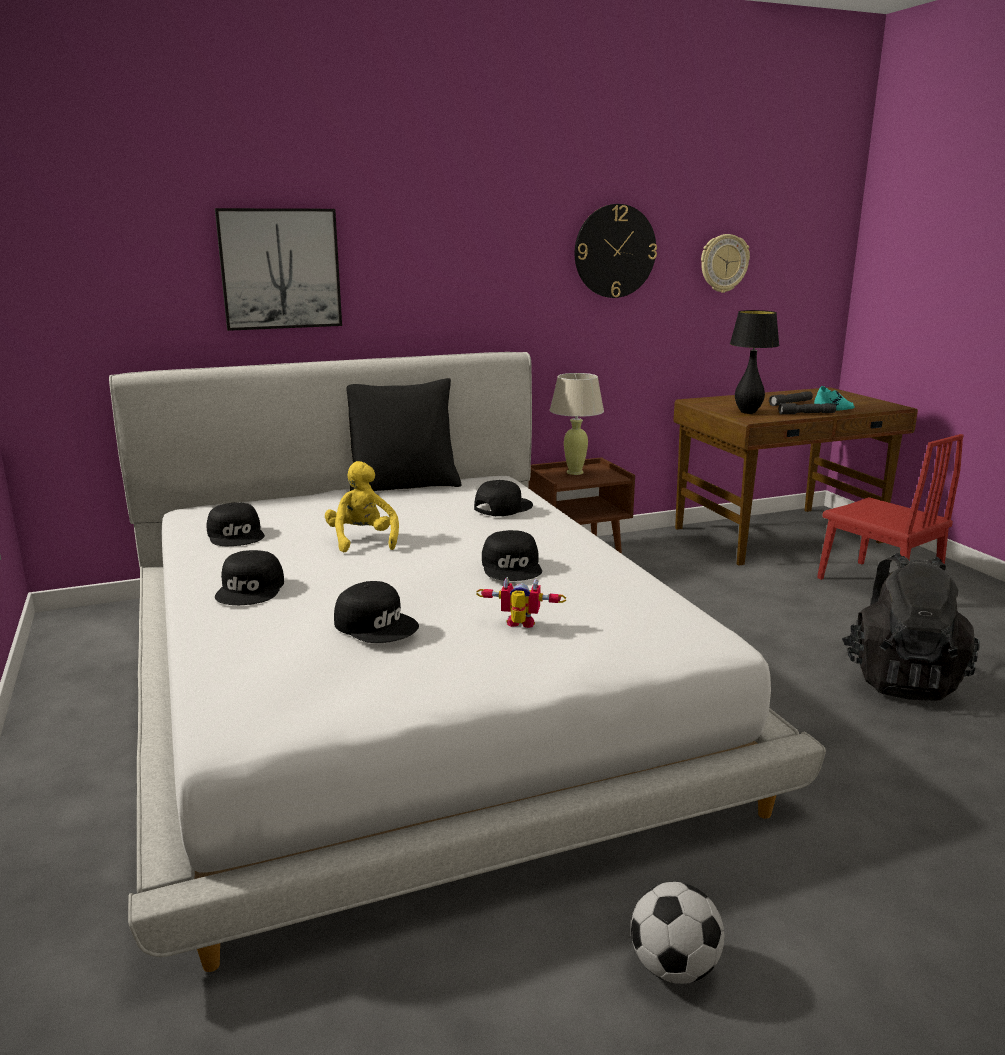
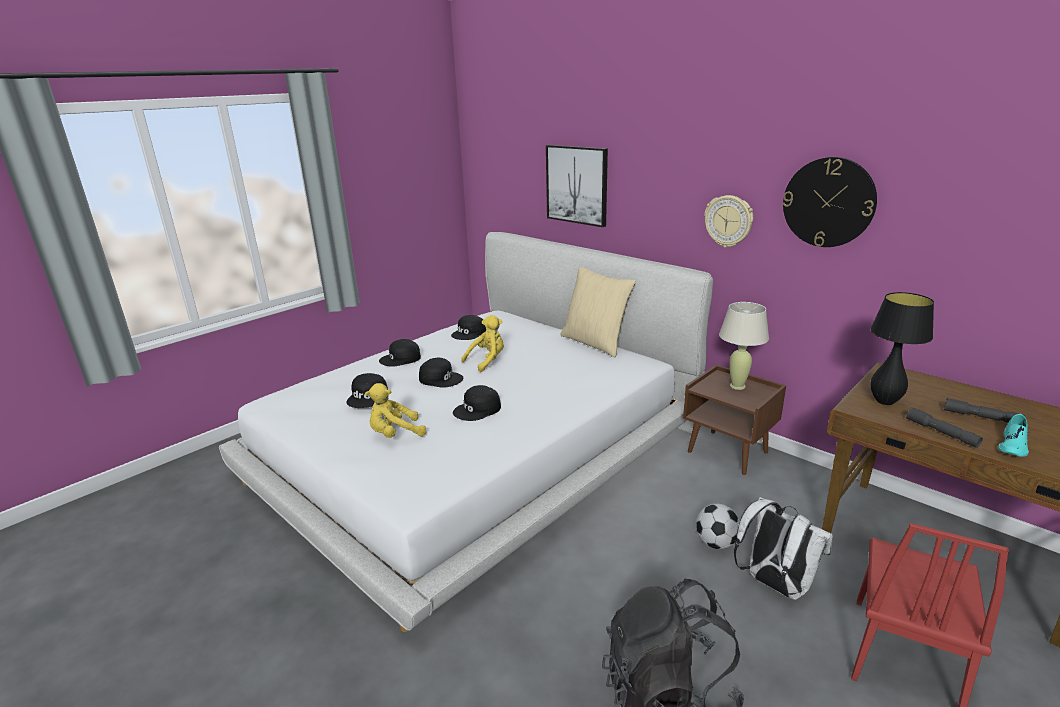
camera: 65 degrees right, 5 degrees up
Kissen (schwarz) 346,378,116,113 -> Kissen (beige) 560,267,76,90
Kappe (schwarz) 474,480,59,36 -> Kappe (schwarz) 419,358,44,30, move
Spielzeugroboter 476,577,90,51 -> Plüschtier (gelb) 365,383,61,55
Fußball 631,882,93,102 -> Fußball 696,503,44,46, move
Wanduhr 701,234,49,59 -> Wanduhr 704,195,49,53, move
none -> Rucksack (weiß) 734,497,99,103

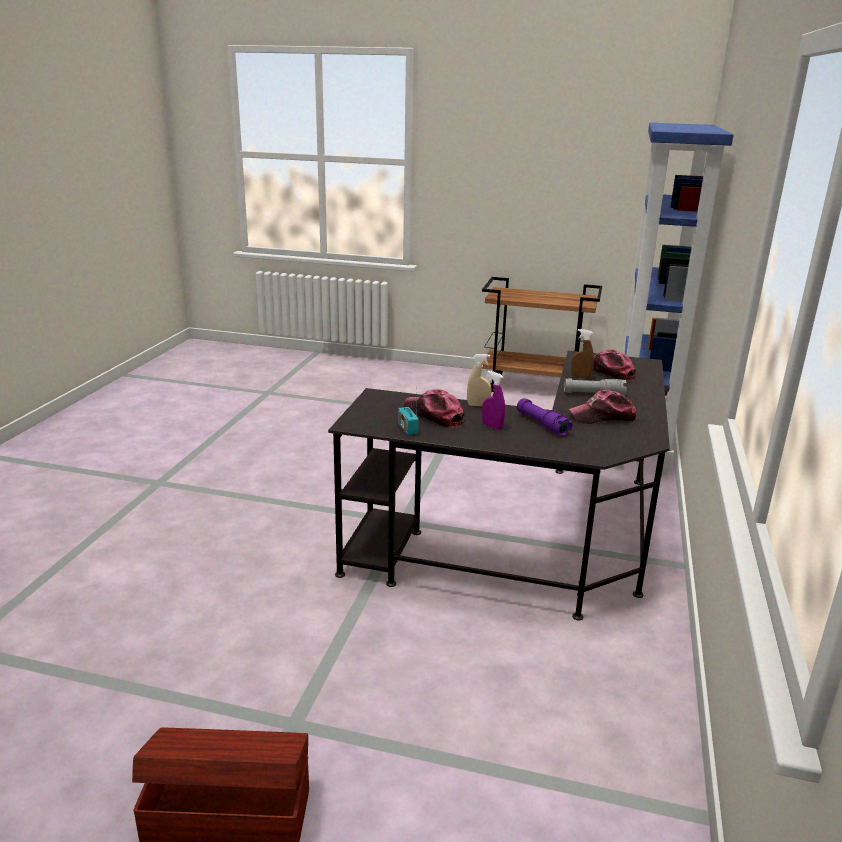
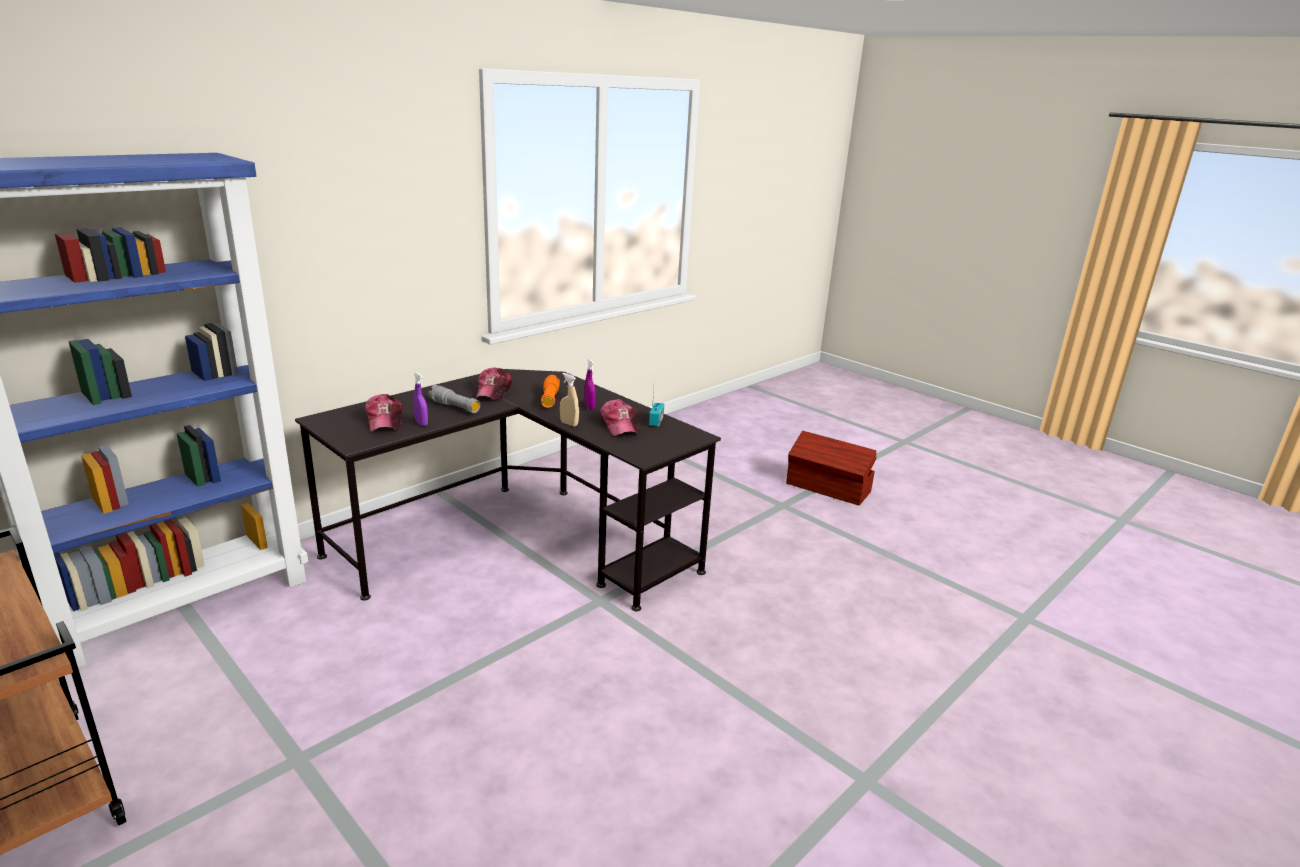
camera: 150 degrees left, 0 degrees up
Taschenlampe (lila) 517,398,55,38 -> Taschenlampe (orange) 541,375,19,33
Kappe 569,390,68,34 -> Kappe 476,367,36,34, 75 degrees clockwise
Sprühflasche (braun) 571,329,23,50 -> Sprühflasche (lila) 413,372,15,54

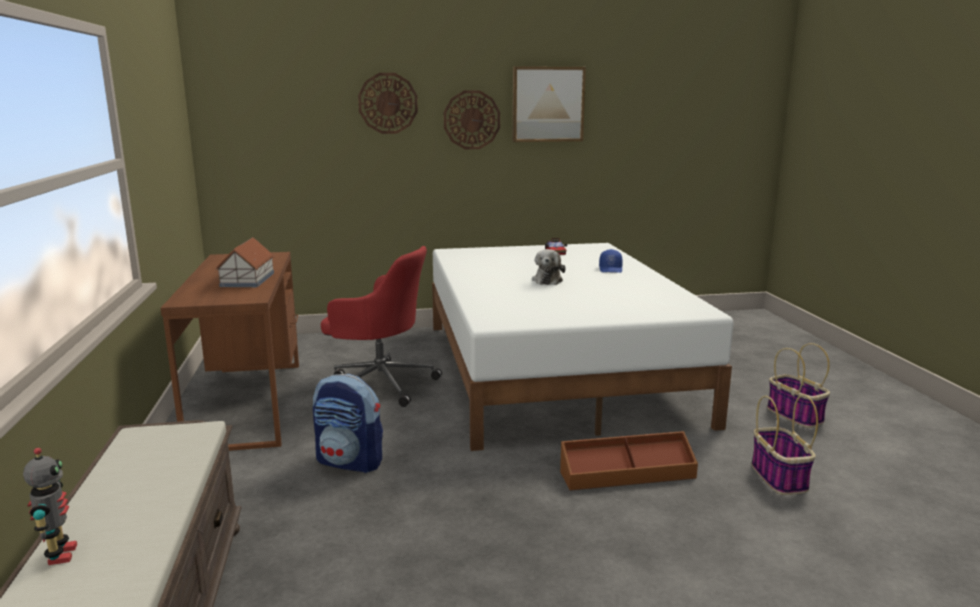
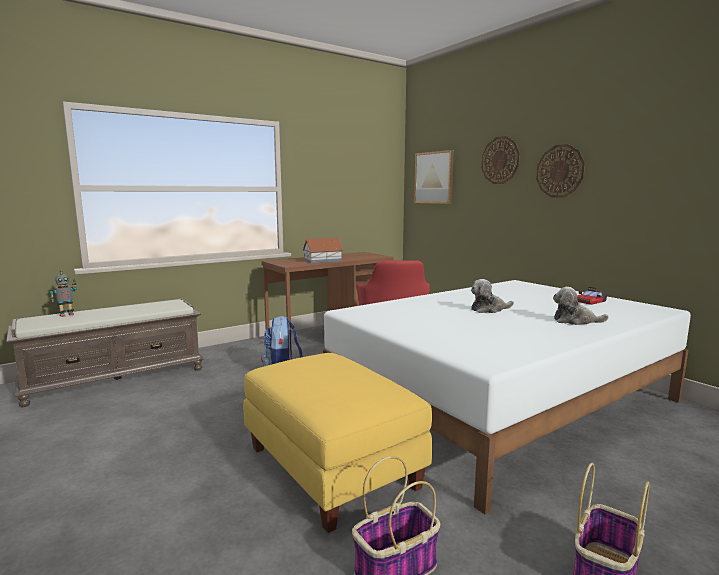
camera: 65 degrees right, 5 degrees down
Bild 513,66,73,76 -> Bild 414,150,40,54, move
Aufbewahrungsbox (braun) 560,431,138,60 -> Polsterhocker (gelb) 243,353,189,180
Kappe (blau) 599,249,24,24 -> Plüschtier 553,287,56,38

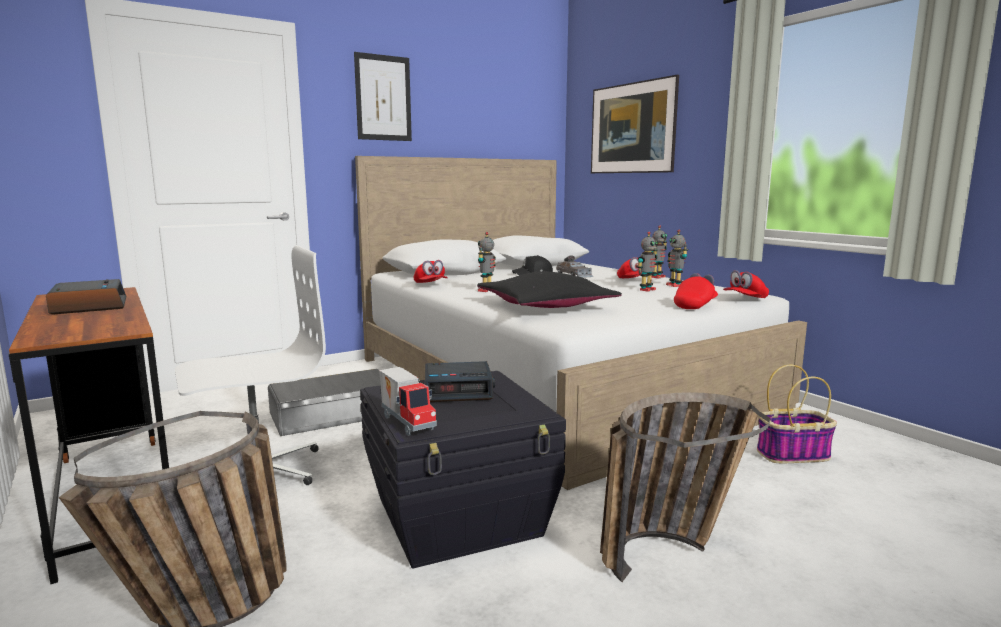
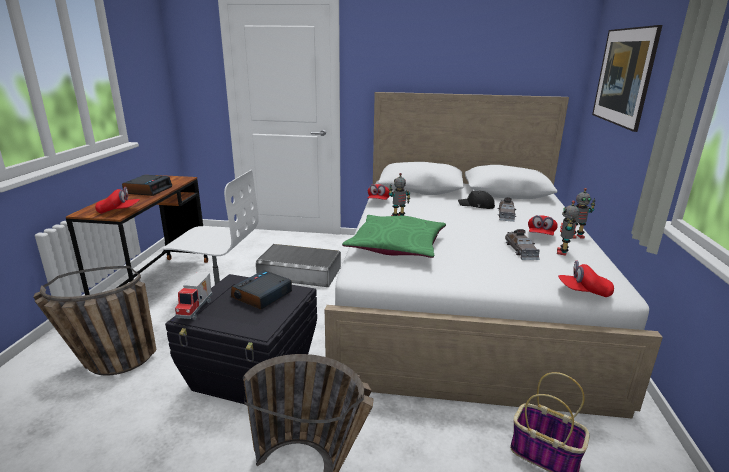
camera: 40 degrees right, 10 degrees up
Bild 354,52,58,89 -> none
Wecker 425,361,70,41 -> Wecker 231,270,61,39, 90 degrees clockwise
Kissen (schwarz) 477,272,145,36 -> Kissen (grün) 342,215,104,43
Spielzeugroboter 637,232,21,60 -> Spielzeugauto (grau) 505,229,35,31
Kappe (rot) 674,273,44,36 -> Kappe (rot) 95,187,45,27, move

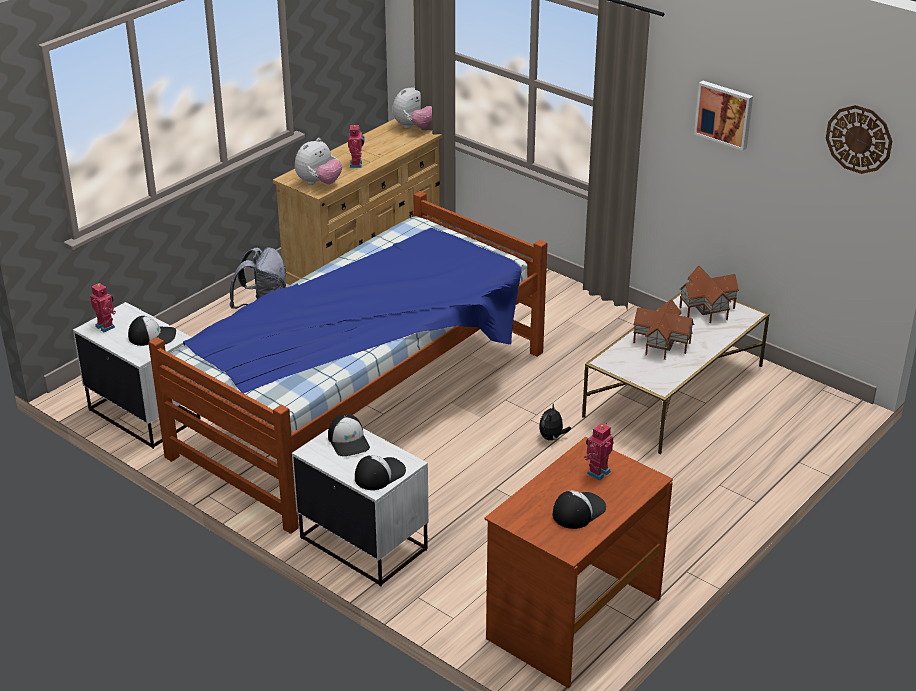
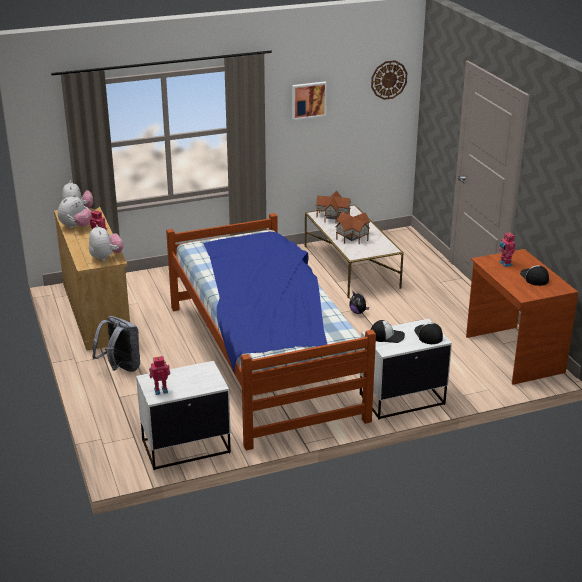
camera: 60 degrees left, 5 degrees down
Kappe 128,316,48,30 -> none
none -> Plüschtier 58,194,34,35

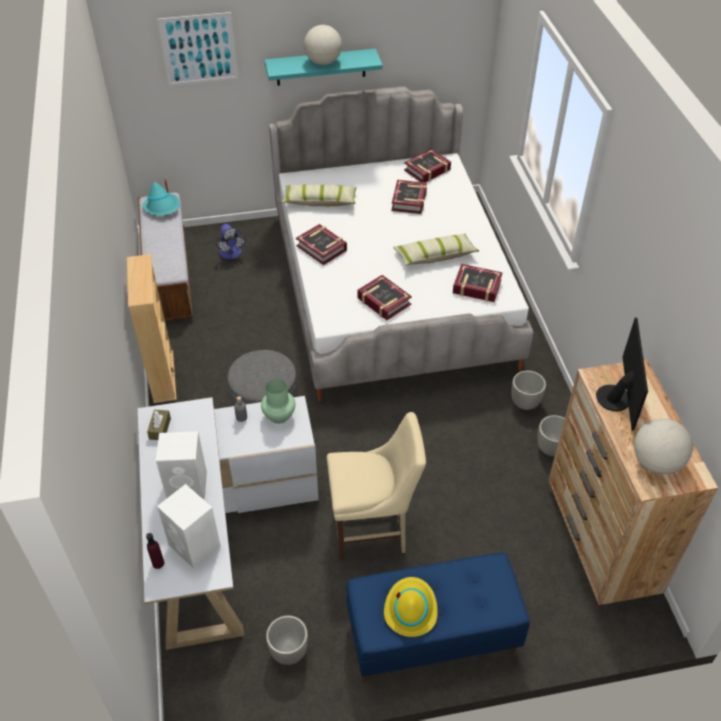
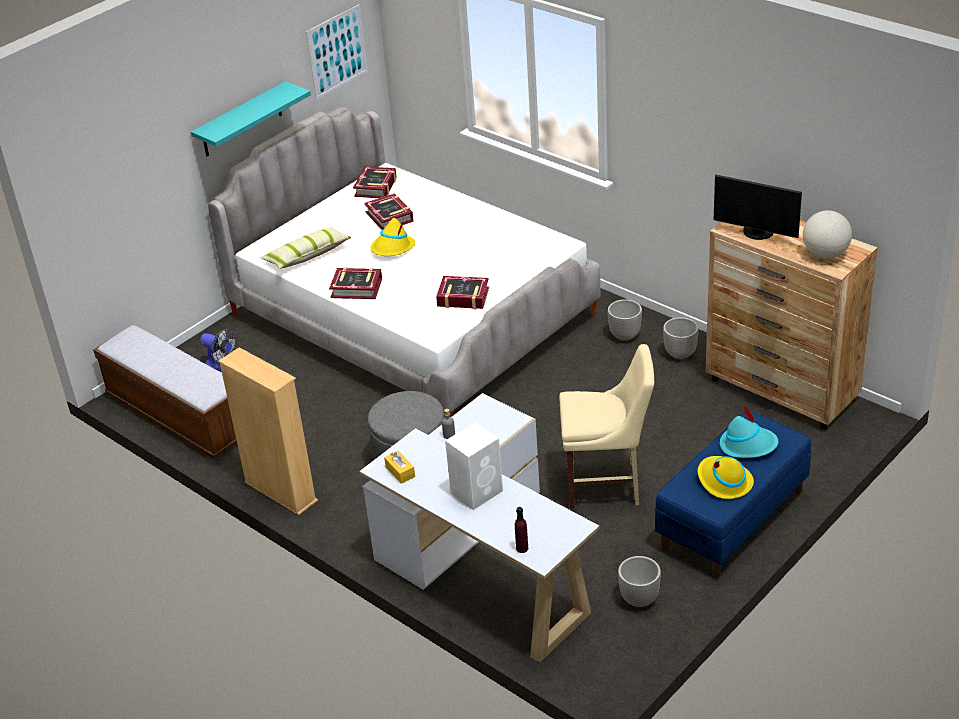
camera: 35 degrees left, 10 degrees down
Hut (türkis) 142,179,38,37 -> Hut (türkis) 720,405,58,53, move
Taschentuchbox (braun) 147,410,24,30 -> Taschentuchbox (gelb) 384,451,31,33
Bild 157,12,81,74 -> Bild 306,5,62,95, move
Lautsprecher (weiß) 157,484,64,85 -> none
Vase (grün) 261,379,34,45 -> none
Globus 304,25,38,40 -> none
Stuhl (beige) 327,412,99,148 -> Stuhl (beige) 559,344,95,165, 45 degrees clockwise
Kissen 393,234,86,32 -> none
Buch 453,264,50,38 -> none
Monitor 596,317,52,114 -> Monitor 714,174,88,66, 150 degrees clockwise
none -> Hut (gelb) 371,218,44,38

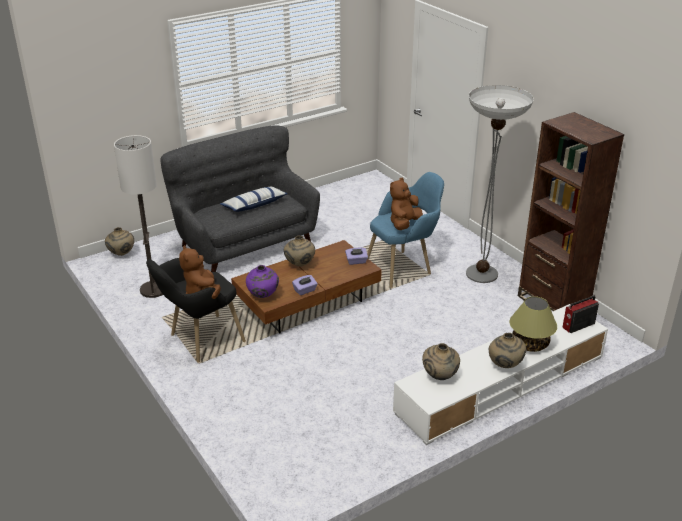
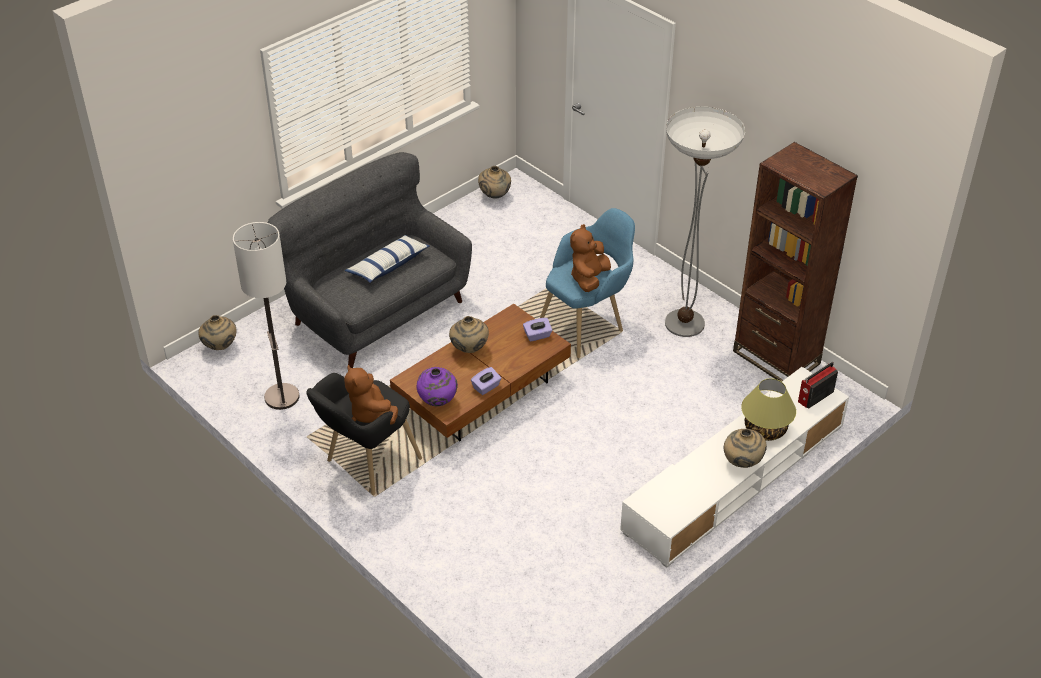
camera: 10 degrees left, 10 degrees up
Vase (beige) 422,343,38,37 -> Vase (beige) 478,166,33,33, move

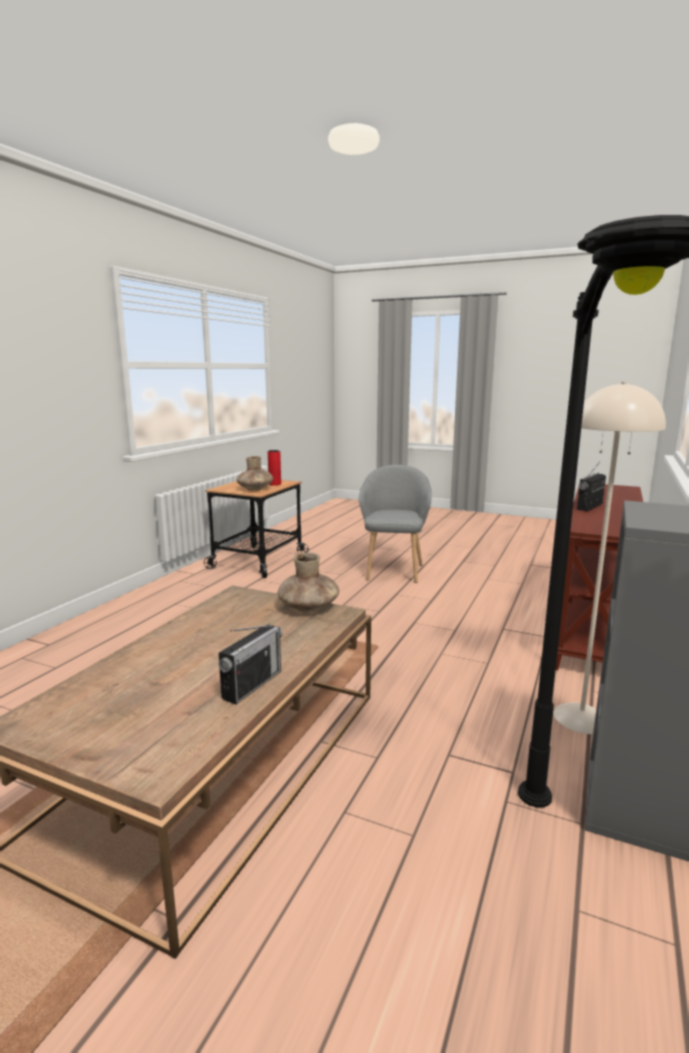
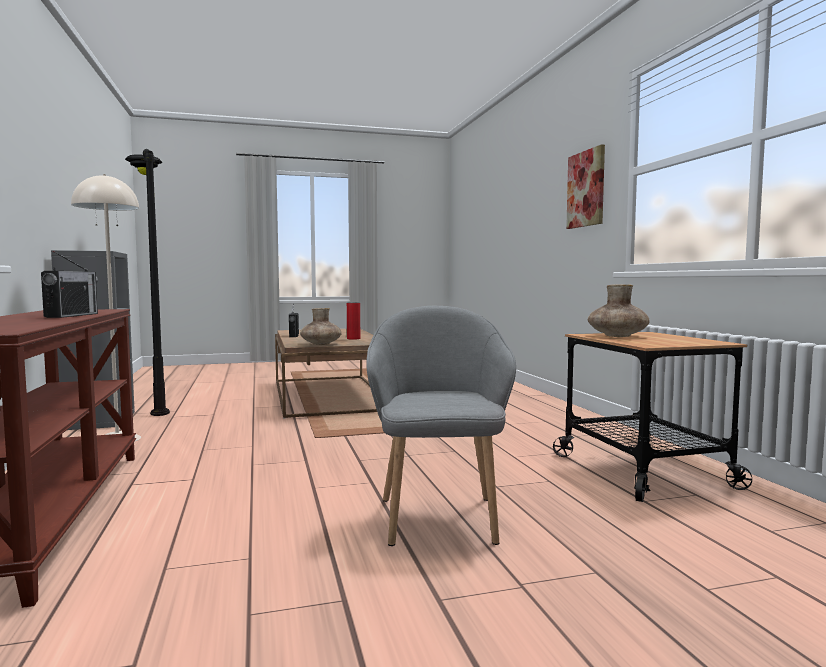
camera: 140 degrees right, 10 degrees down
Vase (rot) 268,450,13,36 -> Vase (rot) 347,302,13,38, move
Sessel (grau) 359,465,73,118 -> Sessel (grau) 366,306,150,240, 150 degrees counterclockwise
none -> Bild 566,144,39,85

